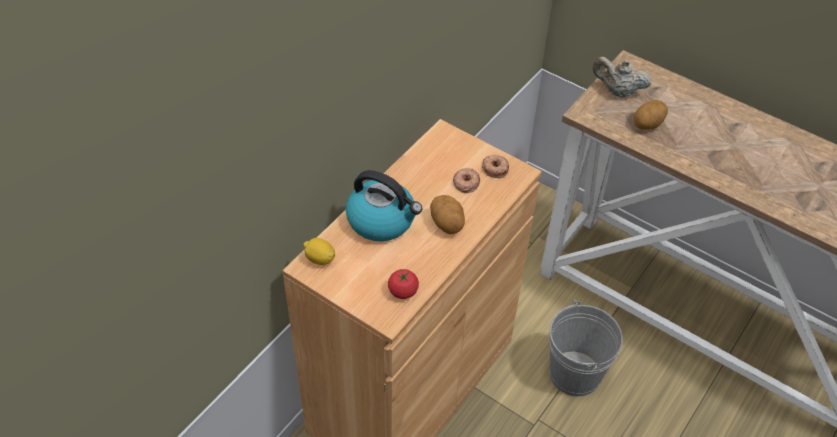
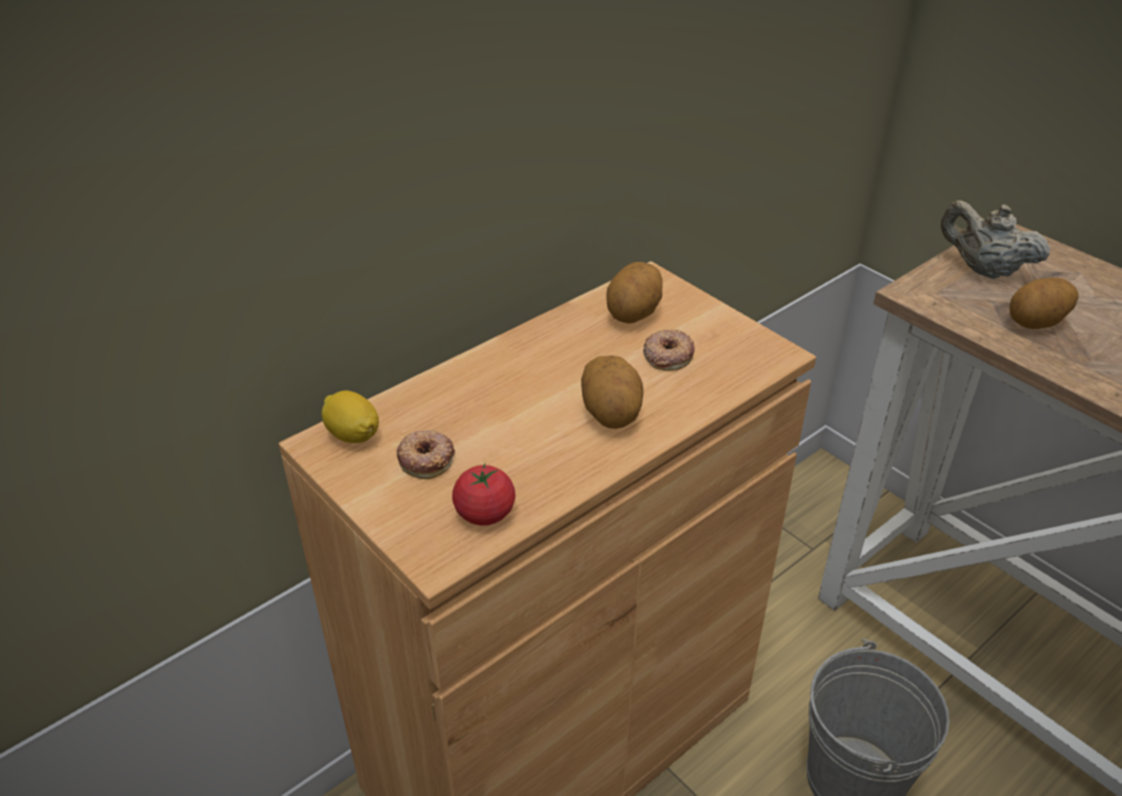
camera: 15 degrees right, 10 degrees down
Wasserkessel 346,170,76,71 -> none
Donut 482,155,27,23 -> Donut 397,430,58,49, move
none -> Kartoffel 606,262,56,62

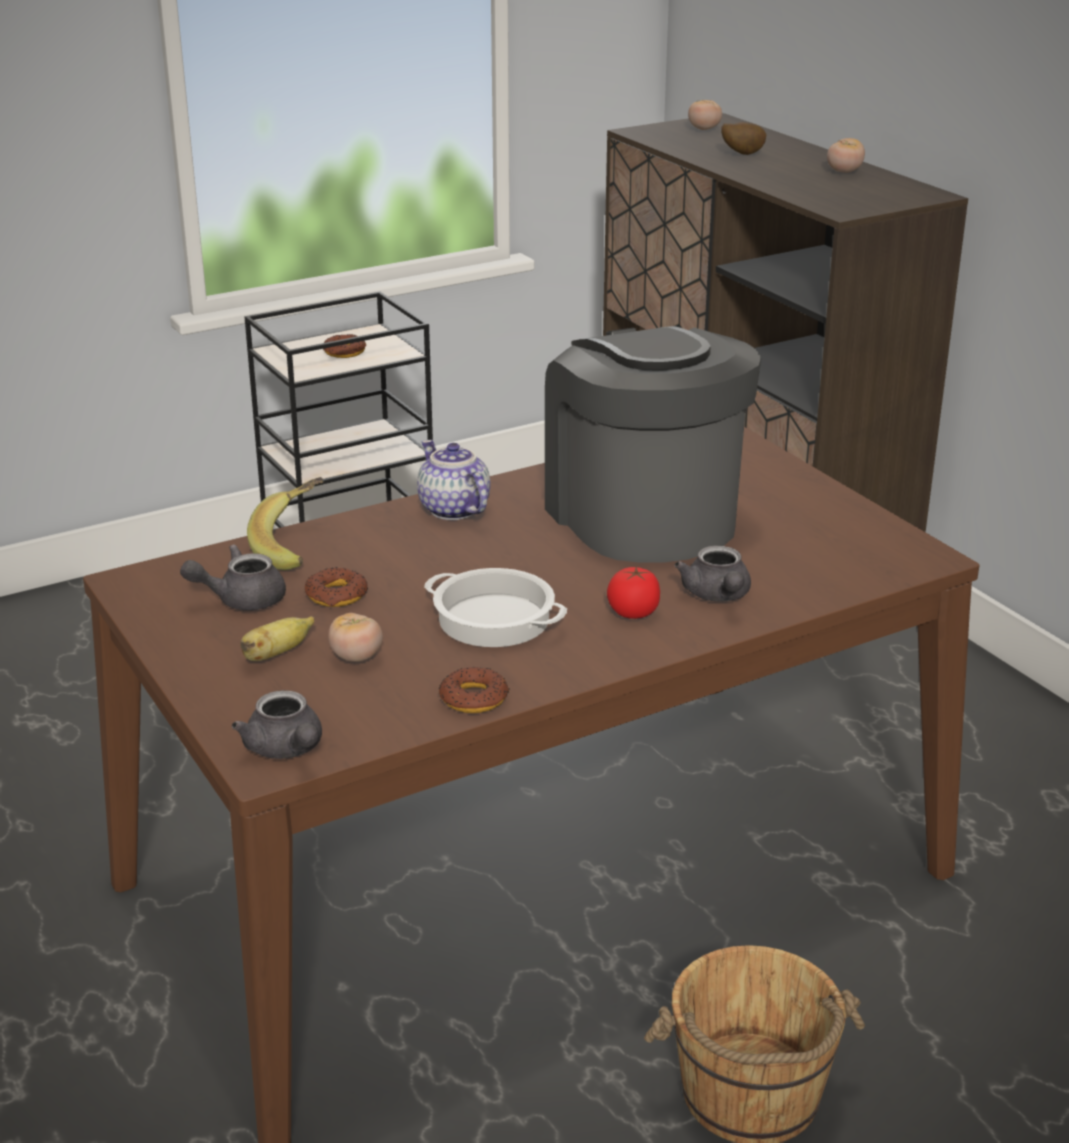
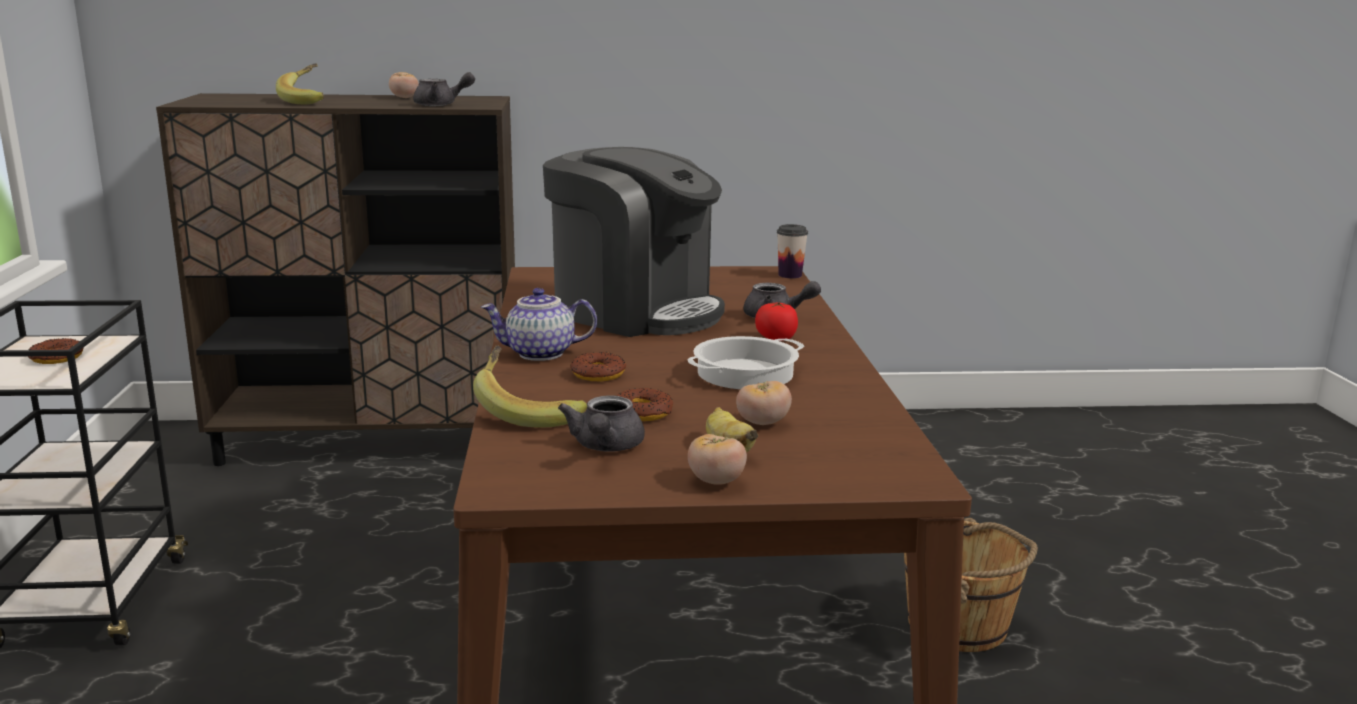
camera: 65 degrees left, 10 degrees down
Teekanne (grau) 232,690,90,69 -> Teekanne (grau) 413,72,62,34, move
Donut 439,667,71,46 -> Donut 570,352,56,29, move
Kaffeemaschine 545,326,217,237 -> Kaffeemaschine 543,147,182,190, 150 degrees counterclockwise
Tomate 688,100,34,30 -> Tomate 688,434,59,51, move
Kartoffel 721,122,45,33 -> Banane 276,63,48,41
none -> Tasse 777,224,31,54

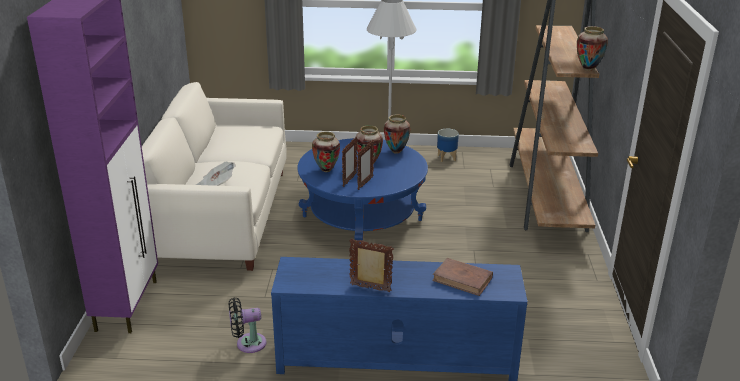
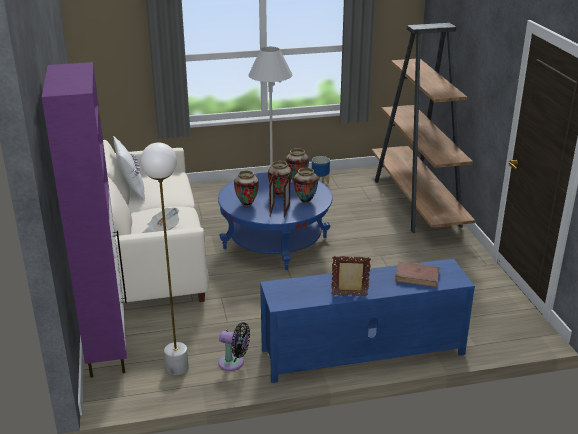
camera: 15 degrees left, 0 degrees up
Ventilator (schwarz) 229,297,38,56 -> Ventilator (schwarz) 218,322,32,49, 135 degrees counterclockwise
Vase 577,26,31,45 -> Vase 293,168,25,35, move
none -> Kissen (weiß) 113,136,32,65
none -> Stehlampe (weiß) 140,143,49,232

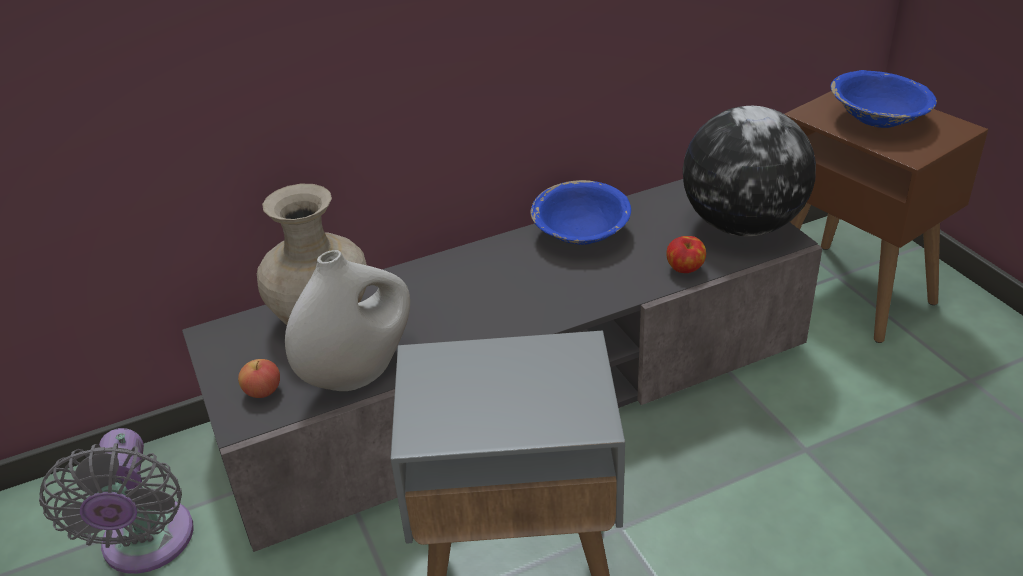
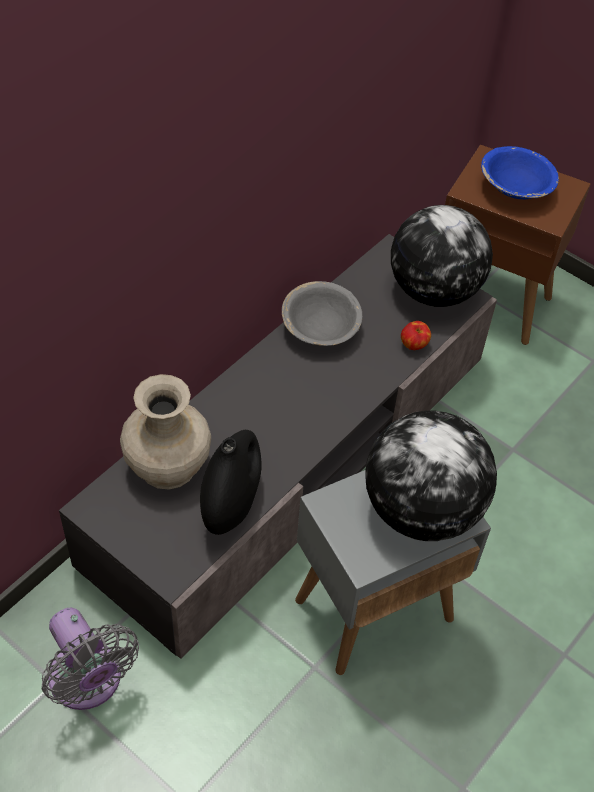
camera: 30 degrees left, 15 degrees up
Apfel 238,359,42,39 -> none
Vase (weiß) 285,250,125,141 -> Vase (schwarz) 200,430,62,105
Schüssel (blau) 530,180,101,65 -> Schüssel (grau) 282,281,80,65
none -> Globus 365,411,132,130

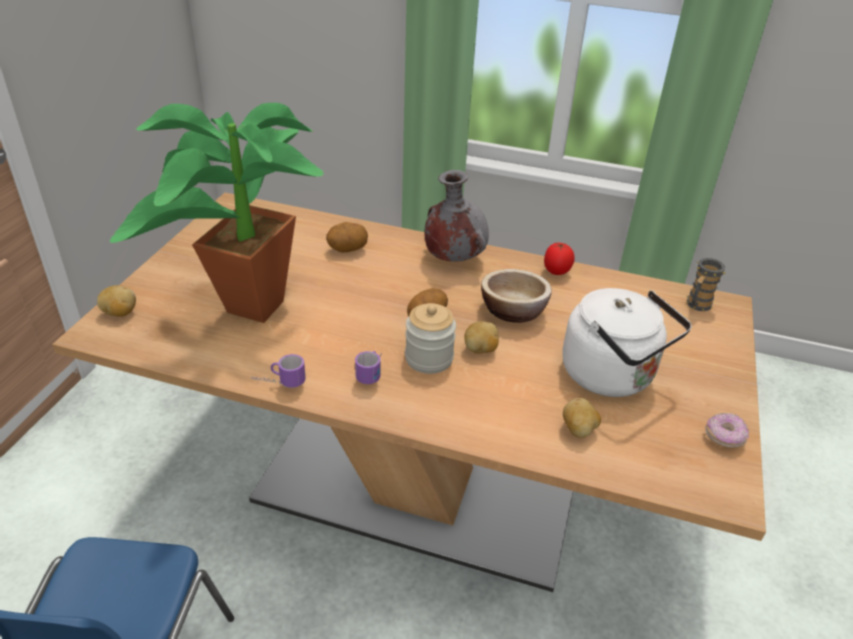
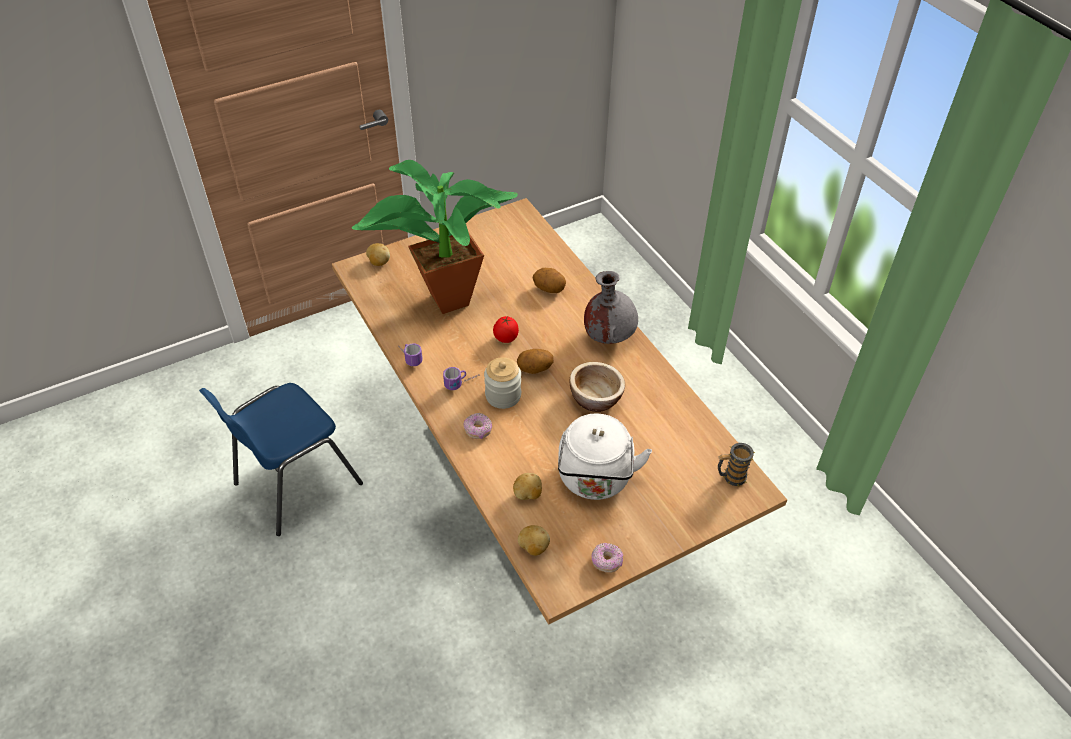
camera: 45 degrees right, 10 degrees up
Kartoffel 465,321,34,32 -> Kartoffel 518,525,32,31, move
Tomate 544,243,31,32 -> Tomate 493,316,26,27, move
none -> Donut 464,413,28,26

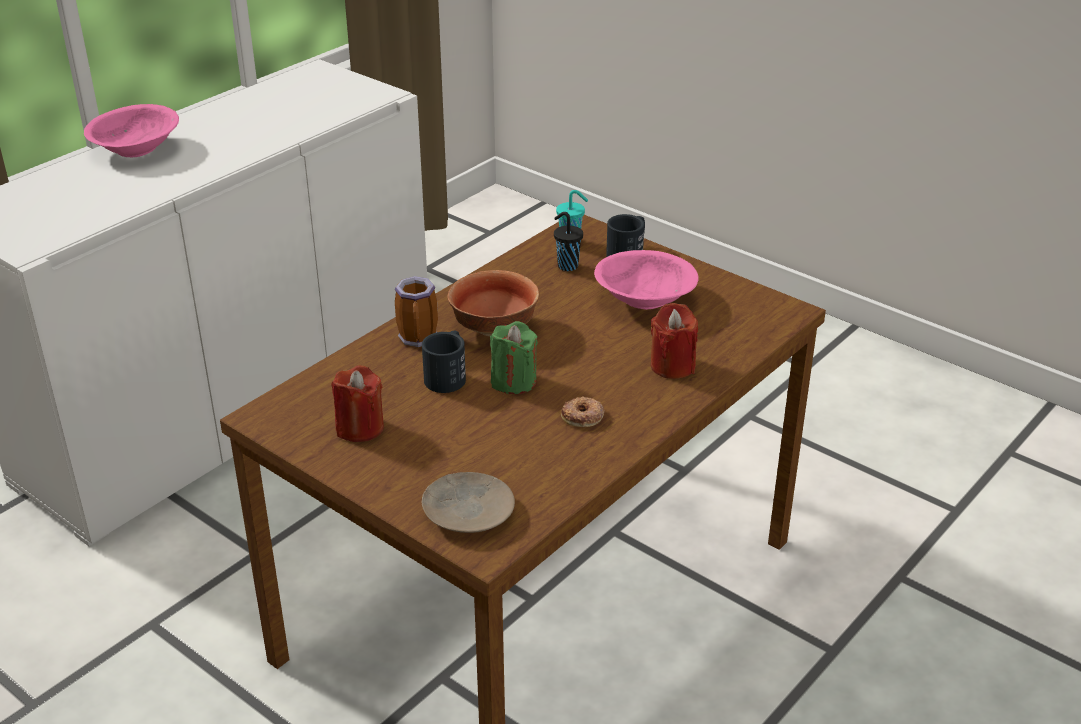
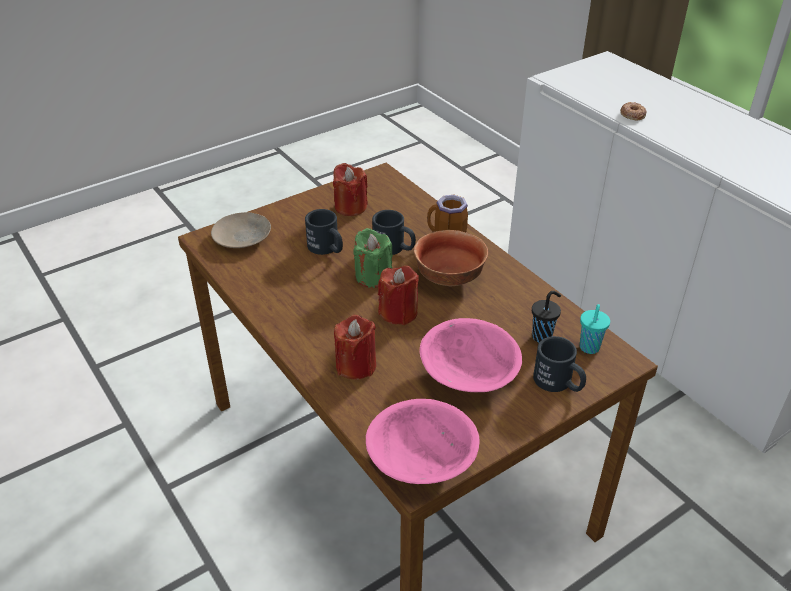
camera: 105 degrees right, 5 degrees up
Schüssel (rosa) 84,104,95,53 -> Schüssel (rosa) 366,399,114,85, move
Donut 561,396,44,31 -> Donut 620,102,26,19, move
none -> Henkelbecher (schwarz) 305,209,38,46
none -> Kerze (rot) 378,266,41,59

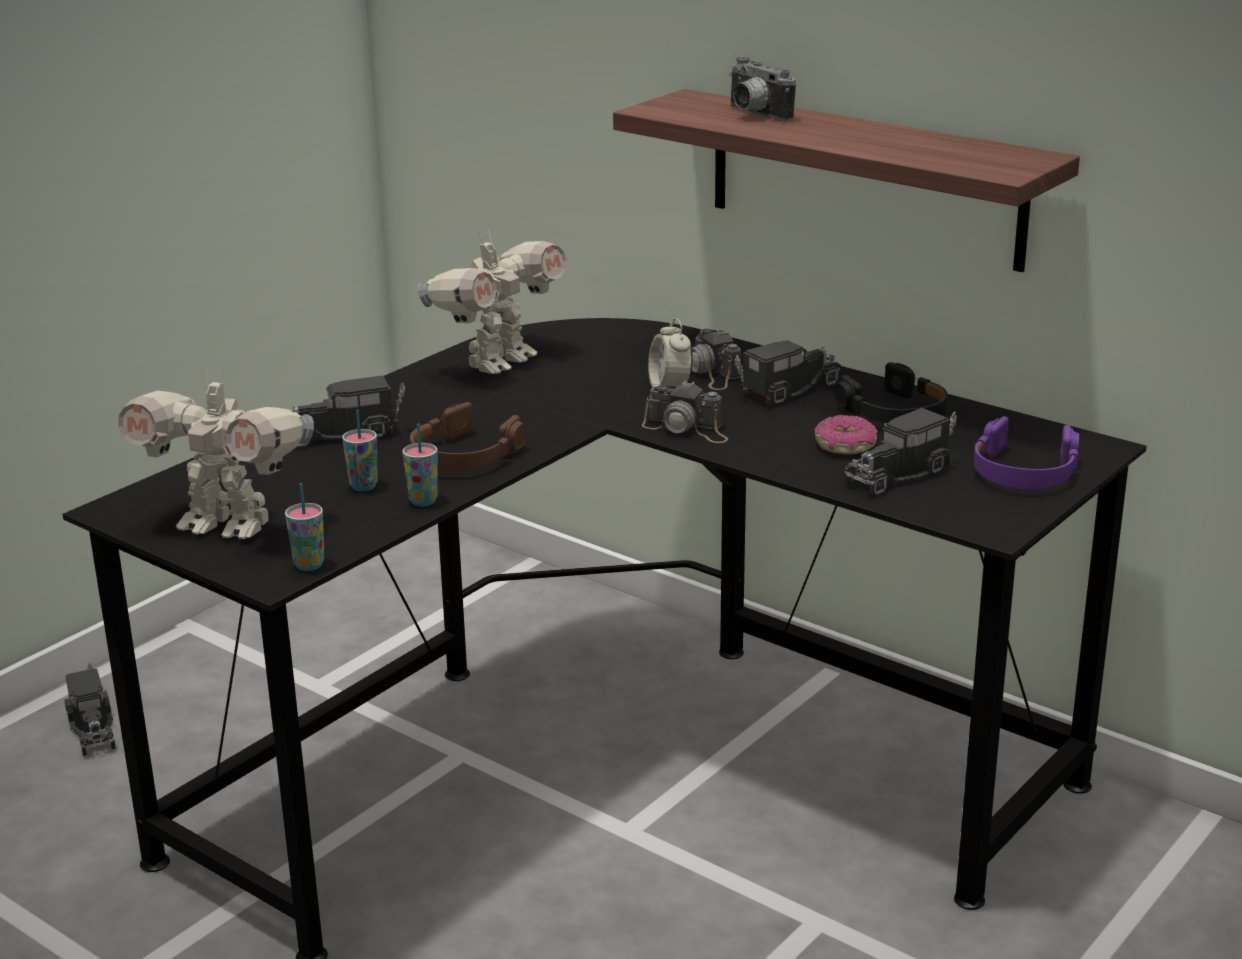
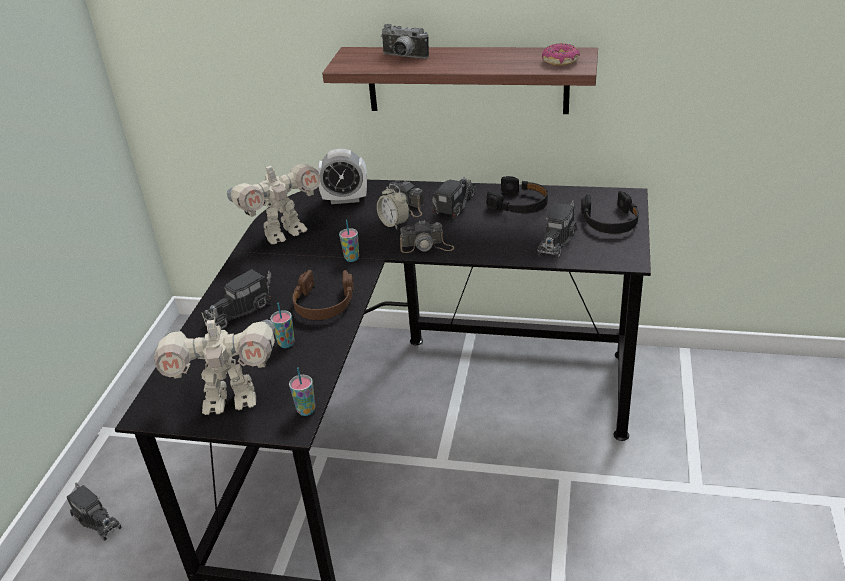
camera: 25 degrees left, 10 degrees up
Tasse 402,423,36,83 -> Tasse 339,220,20,42, move
Spielzeugroboter 417,228,150,146 -> Spielzeugroboter 227,157,94,87, 45 degrees clockwise
Donut 814,415,64,39 -> Donut 542,43,38,22, move
Kopfhörer (lila) 973,416,106,73 -> Kopfhörer (schwarz) 581,191,58,43
none -> Wecker 317,149,50,55

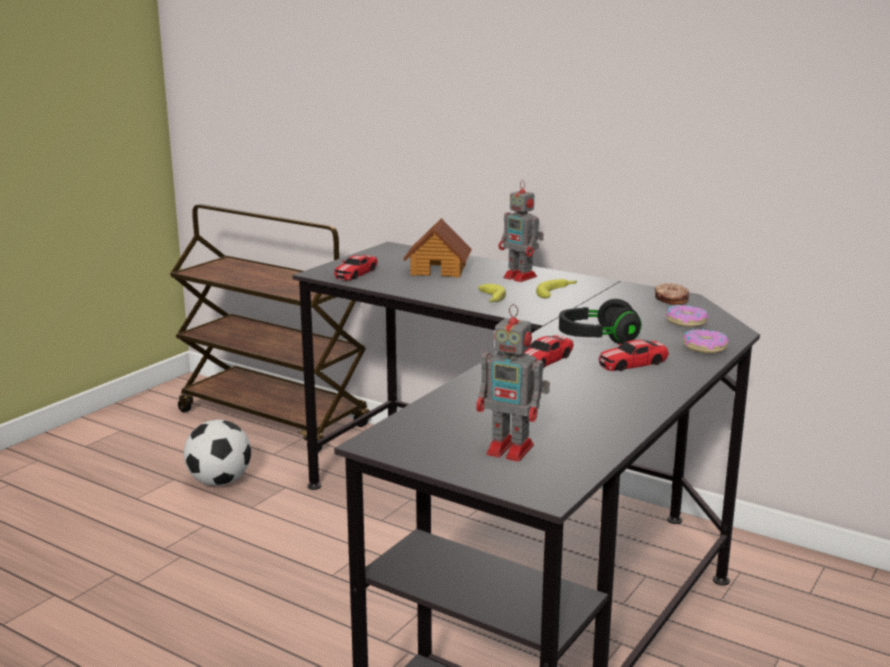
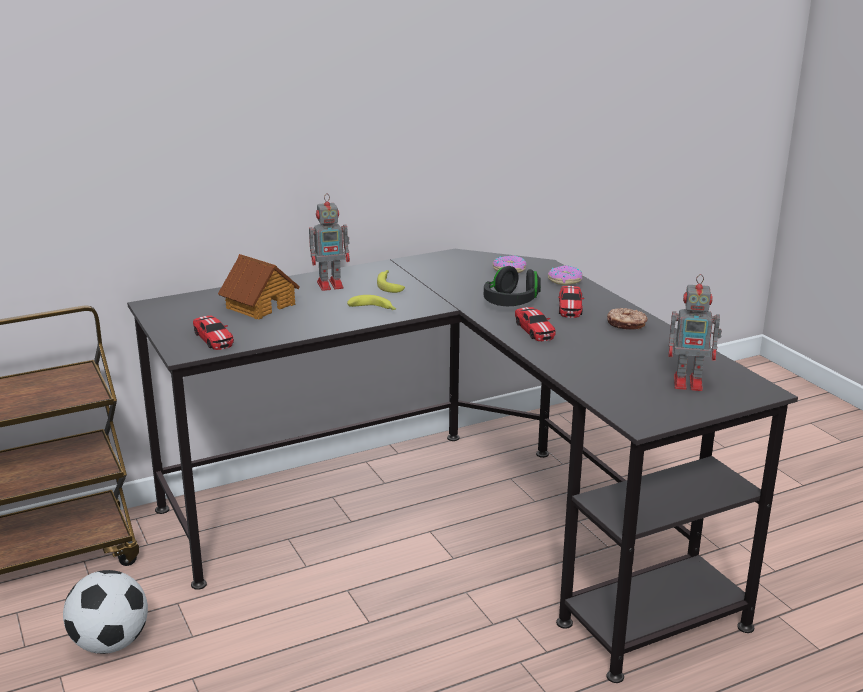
camera: 60 degrees left, 5 degrees up
Spielzeugroboter 476,304,74,157 -> Spielzeugroboter 668,274,54,117, 45 degrees clockwise
Donut 655,283,34,22 -> Donut 607,308,41,22, move

